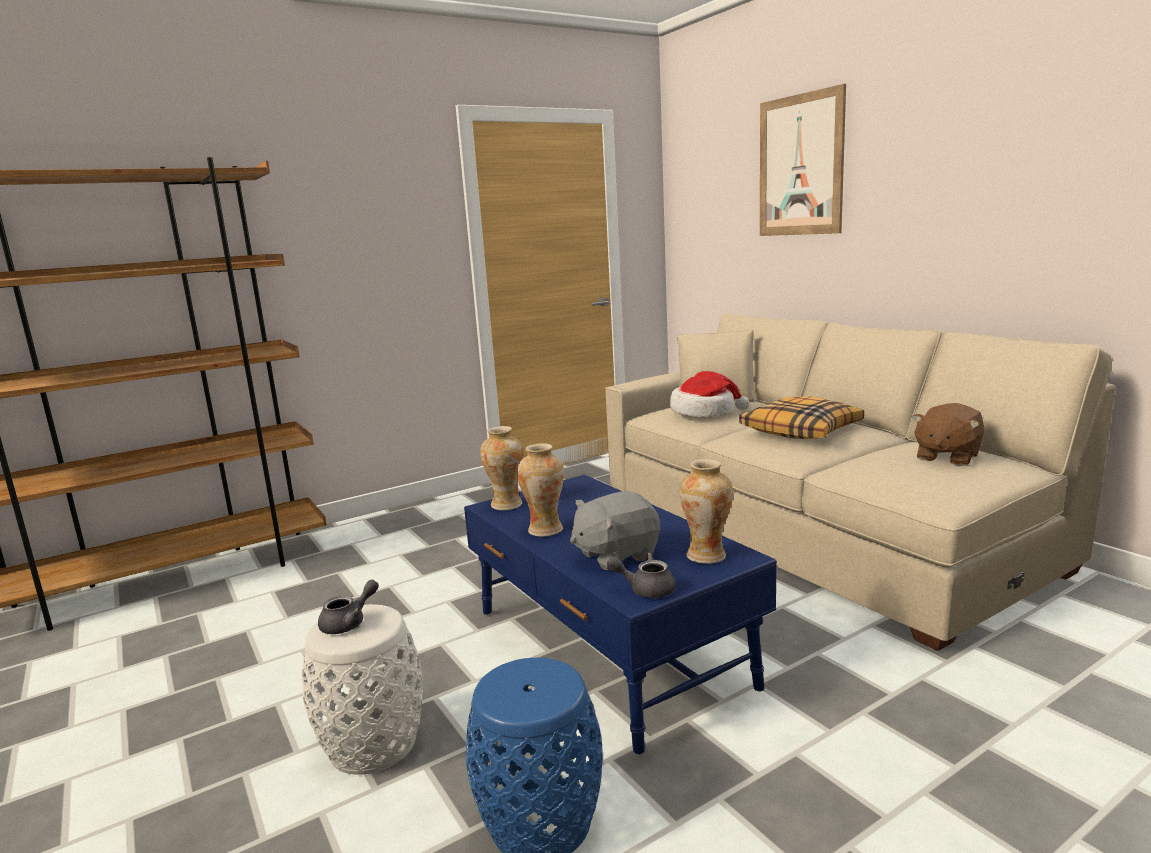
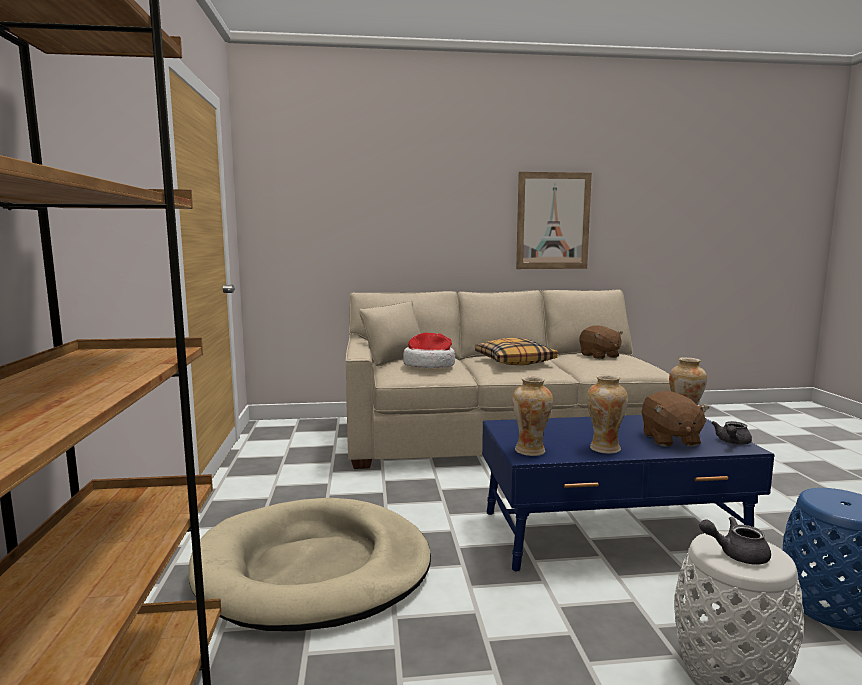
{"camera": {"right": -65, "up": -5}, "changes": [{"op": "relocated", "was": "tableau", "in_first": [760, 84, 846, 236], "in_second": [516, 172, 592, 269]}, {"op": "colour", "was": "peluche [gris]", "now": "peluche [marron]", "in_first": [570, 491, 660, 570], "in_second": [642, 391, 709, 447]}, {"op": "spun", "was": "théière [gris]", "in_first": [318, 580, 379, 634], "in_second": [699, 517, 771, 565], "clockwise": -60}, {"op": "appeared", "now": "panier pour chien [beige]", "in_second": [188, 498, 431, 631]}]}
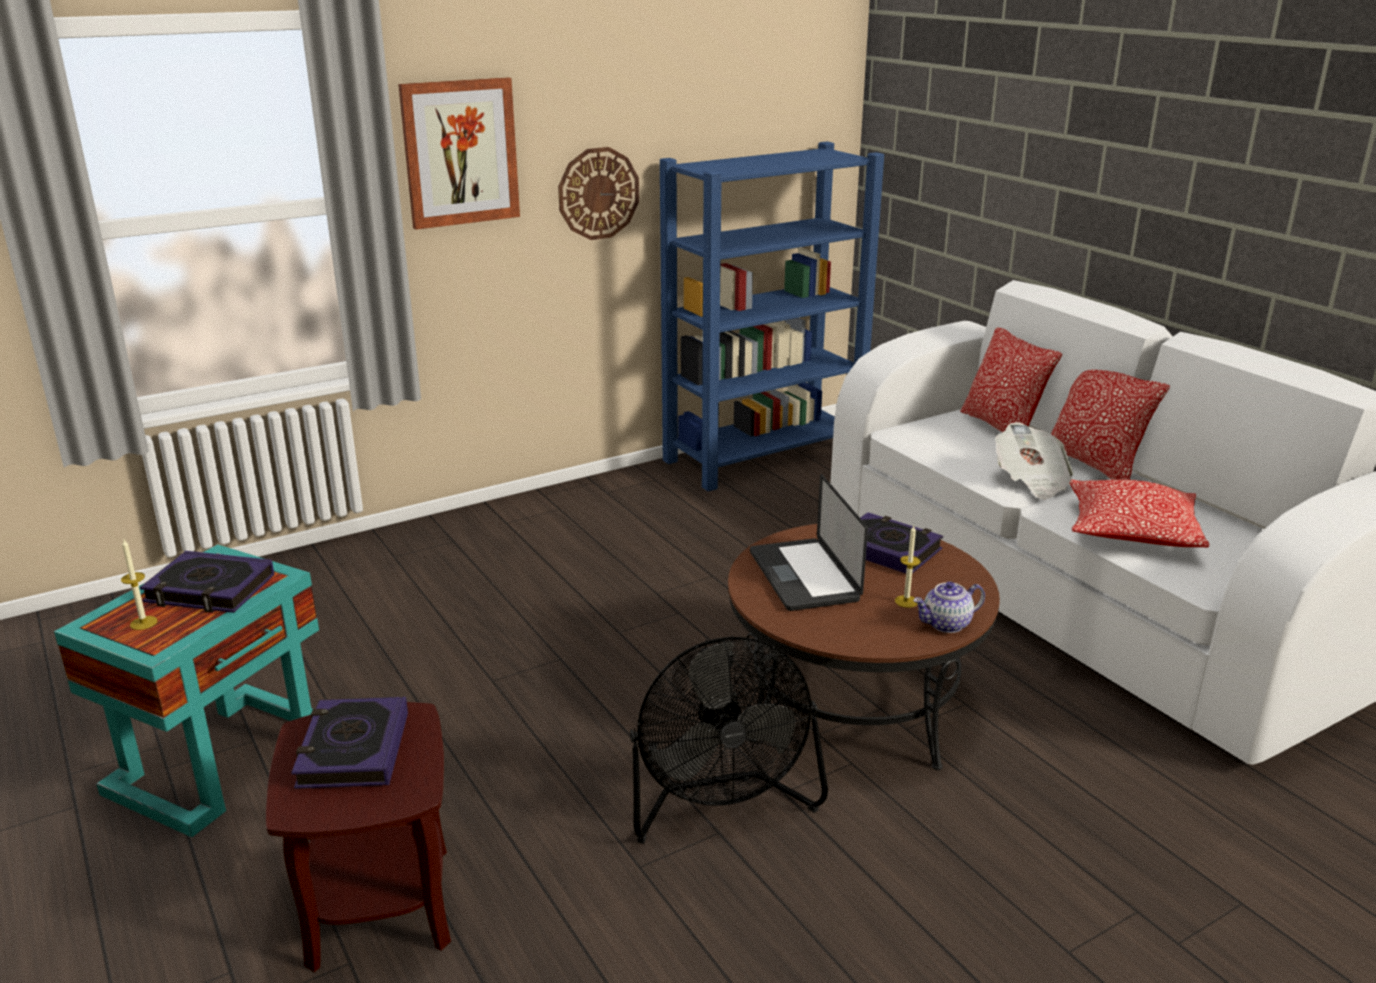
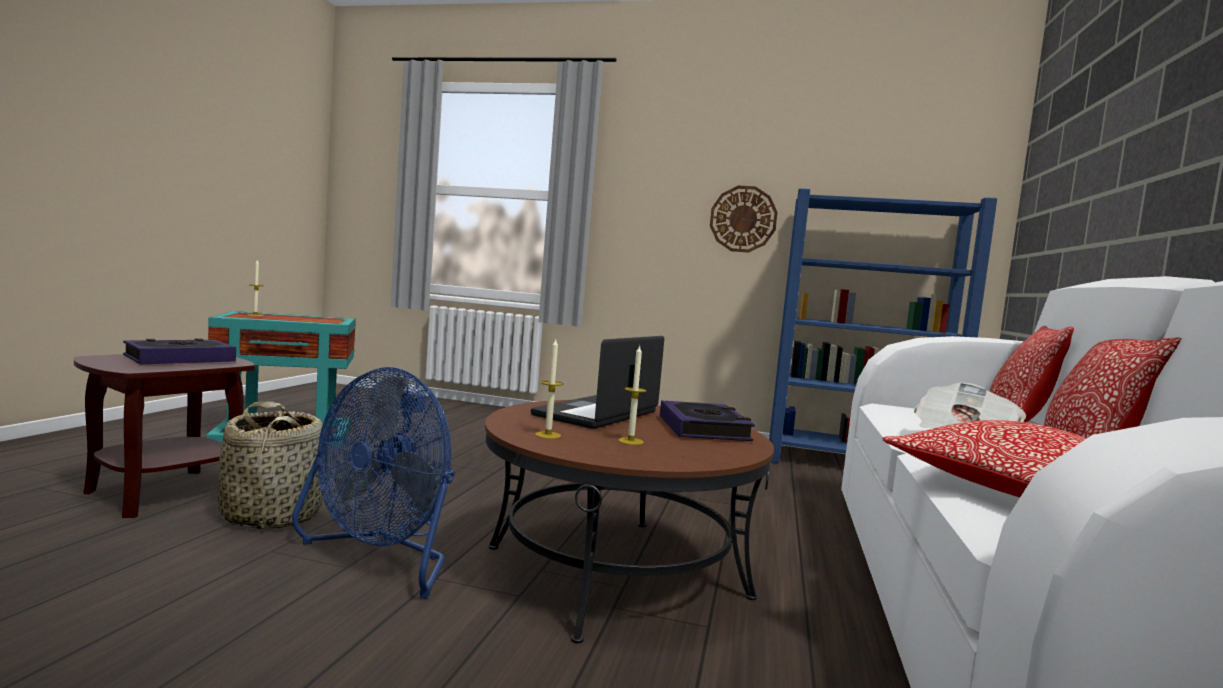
{"camera": {"right": 45, "up": -20}, "changes": [{"op": "missing", "was": "tableau", "in_first": [398, 77, 520, 230]}, {"op": "missing", "was": "livre", "in_first": [140, 551, 274, 613]}, {"op": "missing", "was": "théière", "in_first": [913, 581, 985, 633]}, {"op": "colour", "was": "ventilateur [noir]", "now": "ventilateur [bleu]", "in_first": [630, 635, 828, 844], "in_second": [292, 367, 455, 599]}, {"op": "appeared", "now": "bougie", "in_second": [535, 339, 563, 439]}, {"op": "appeared", "now": "panier", "in_second": [218, 401, 325, 529]}]}
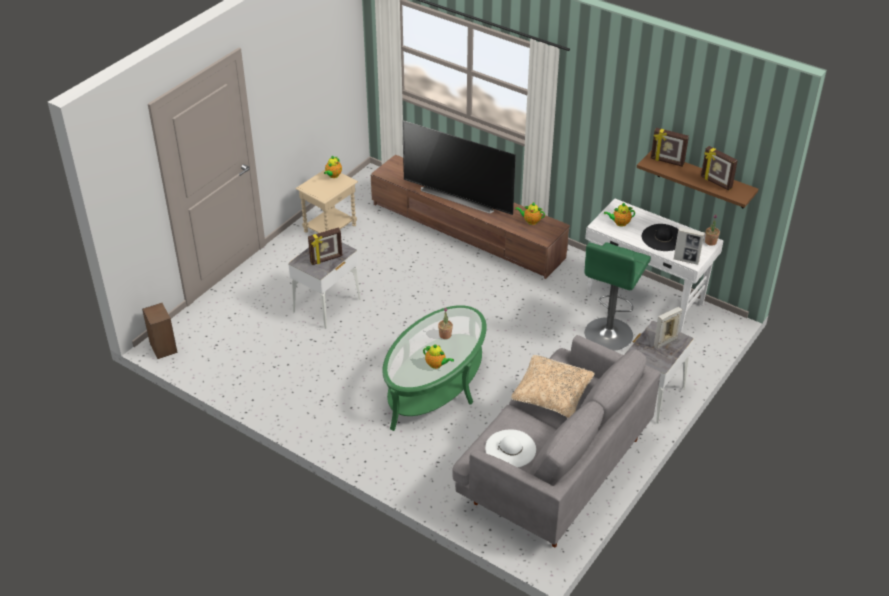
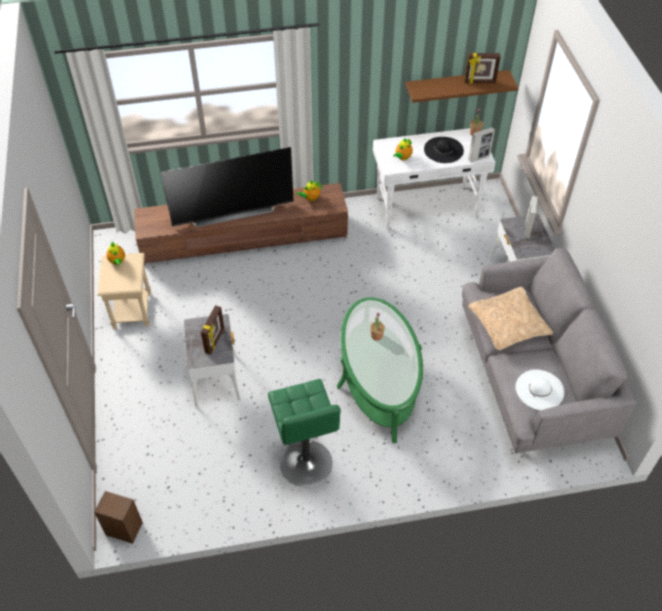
{"camera": {"right": -45, "up": 10}, "changes": [{"op": "missing", "was": "cadre photo", "in_first": [651, 128, 689, 167]}, {"op": "relocated", "was": "tabouret [vert]", "in_first": [584, 242, 651, 351], "in_second": [268, 379, 341, 487]}, {"op": "missing", "was": "théière", "in_first": [423, 344, 454, 369]}]}
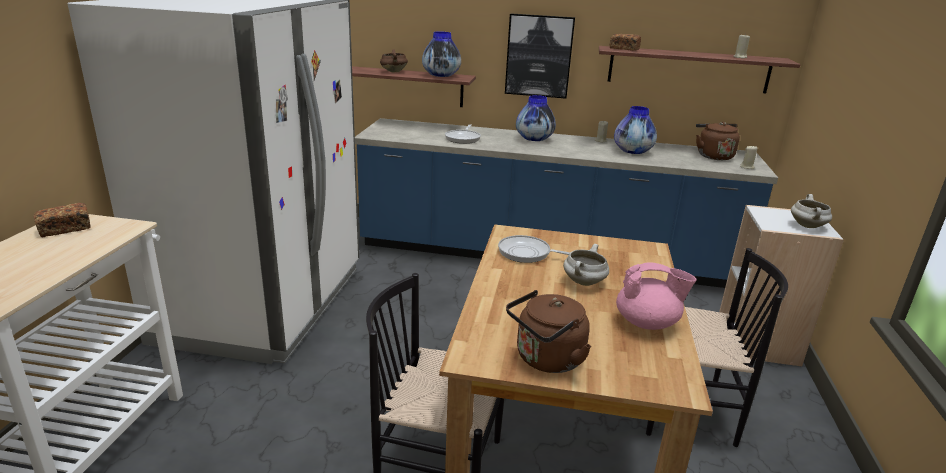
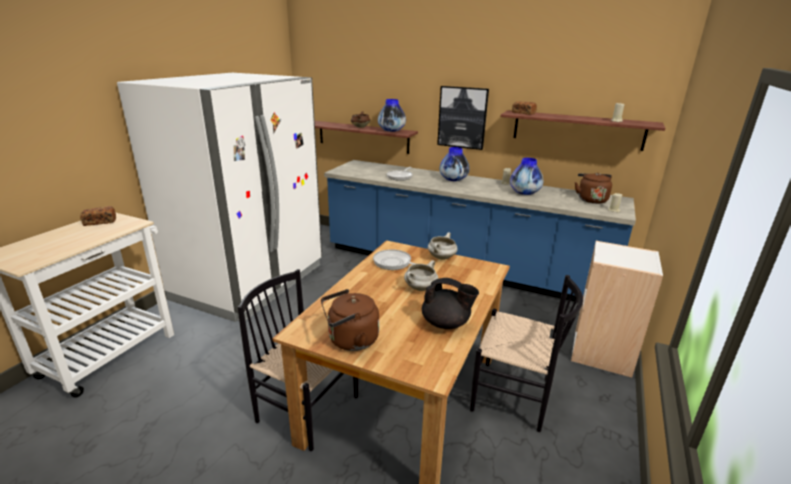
{"camera": {"right": 15, "up": 0}, "changes": [{"op": "relocated", "was": "marmite [blanc]", "in_first": [791, 194, 832, 228], "in_second": [428, 232, 458, 260]}, {"op": "colour", "was": "théière [rose]", "now": "théière [noir]", "in_first": [616, 263, 696, 330], "in_second": [422, 278, 479, 329]}]}
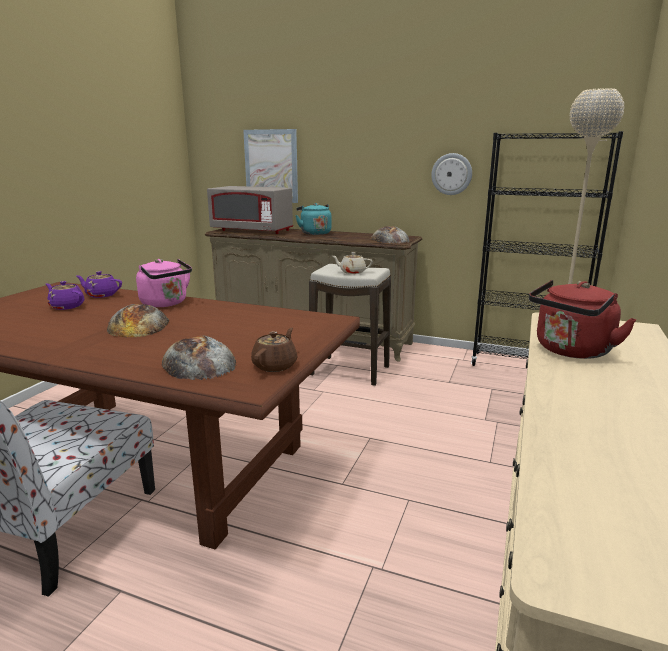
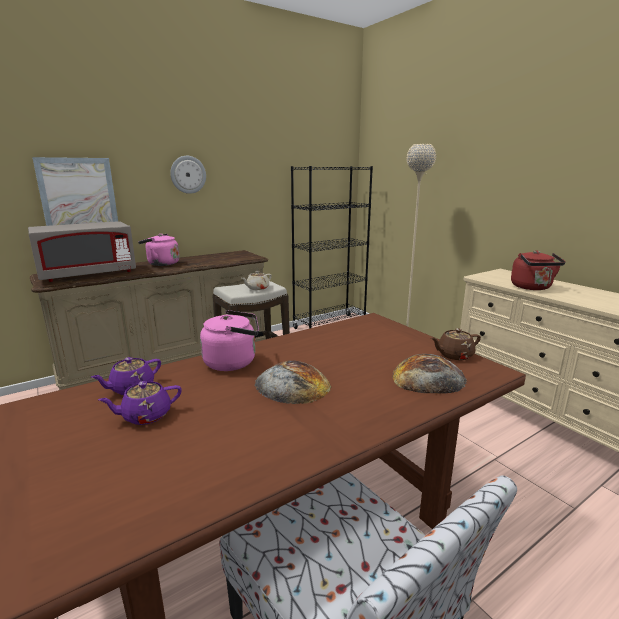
{"camera": {"right": -55, "up": 0}, "changes": [{"op": "relocated", "was": "horloge murale", "in_first": [431, 153, 472, 195], "in_second": [170, 156, 206, 194]}, {"op": "colour", "was": "bouilloire [turquoise]", "now": "bouilloire [rose]", "in_first": [295, 203, 332, 235], "in_second": [138, 234, 179, 266]}, {"op": "missing", "was": "pain", "in_first": [371, 226, 410, 244]}, {"op": "spun", "was": "théière [marron]", "in_first": [251, 328, 297, 372], "in_second": [431, 328, 481, 360], "clockwise": -75}]}
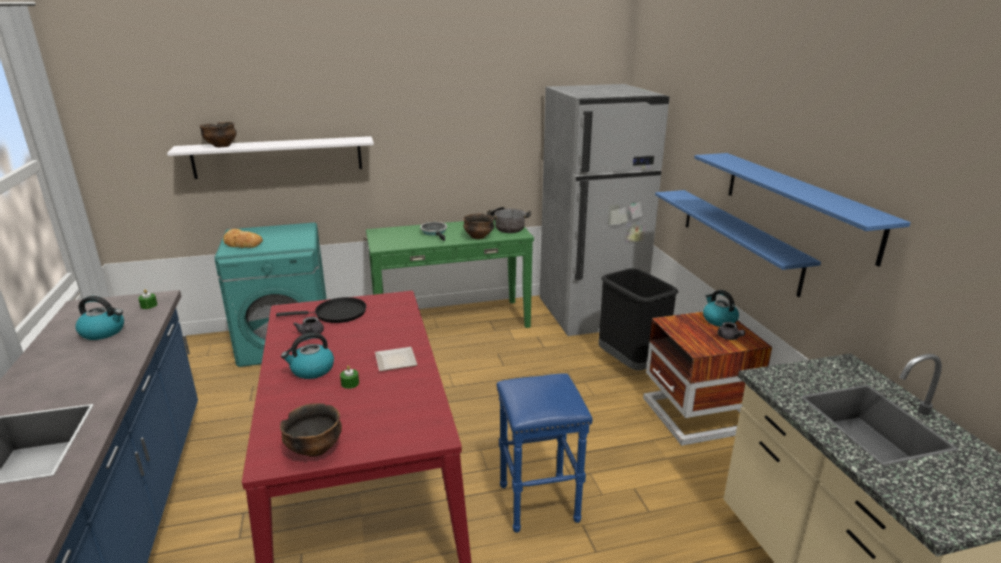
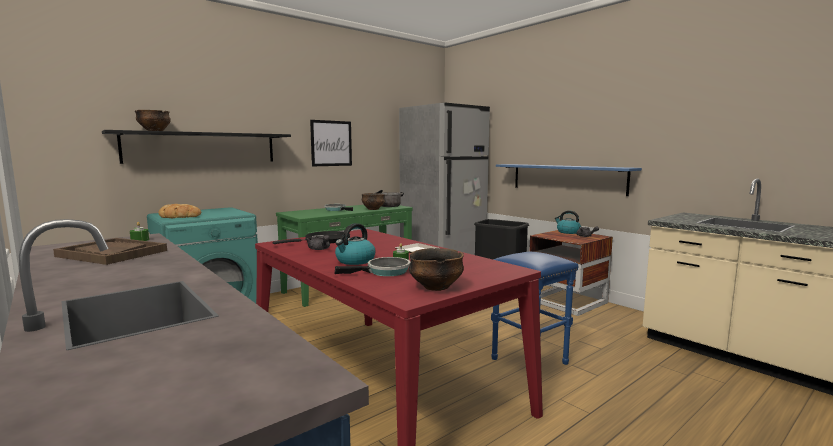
{"camera": {"right": -25, "up": -15}, "changes": [{"op": "colour", "was": "étagère [blanc]", "now": "étagère [noir]", "in_first": [167, 136, 374, 179], "in_second": [102, 130, 291, 164]}, {"op": "missing", "was": "étagère [bleu]", "in_first": [694, 153, 911, 267]}, {"op": "exchanged", "was": "bouilloire", "now": "plateau [marron]", "in_first": [76, 296, 124, 340], "in_second": [53, 238, 167, 265]}, {"op": "appeared", "now": "tableau", "in_second": [310, 120, 352, 166]}, {"op": "appeared", "now": "poêle", "in_second": [334, 257, 410, 276]}]}
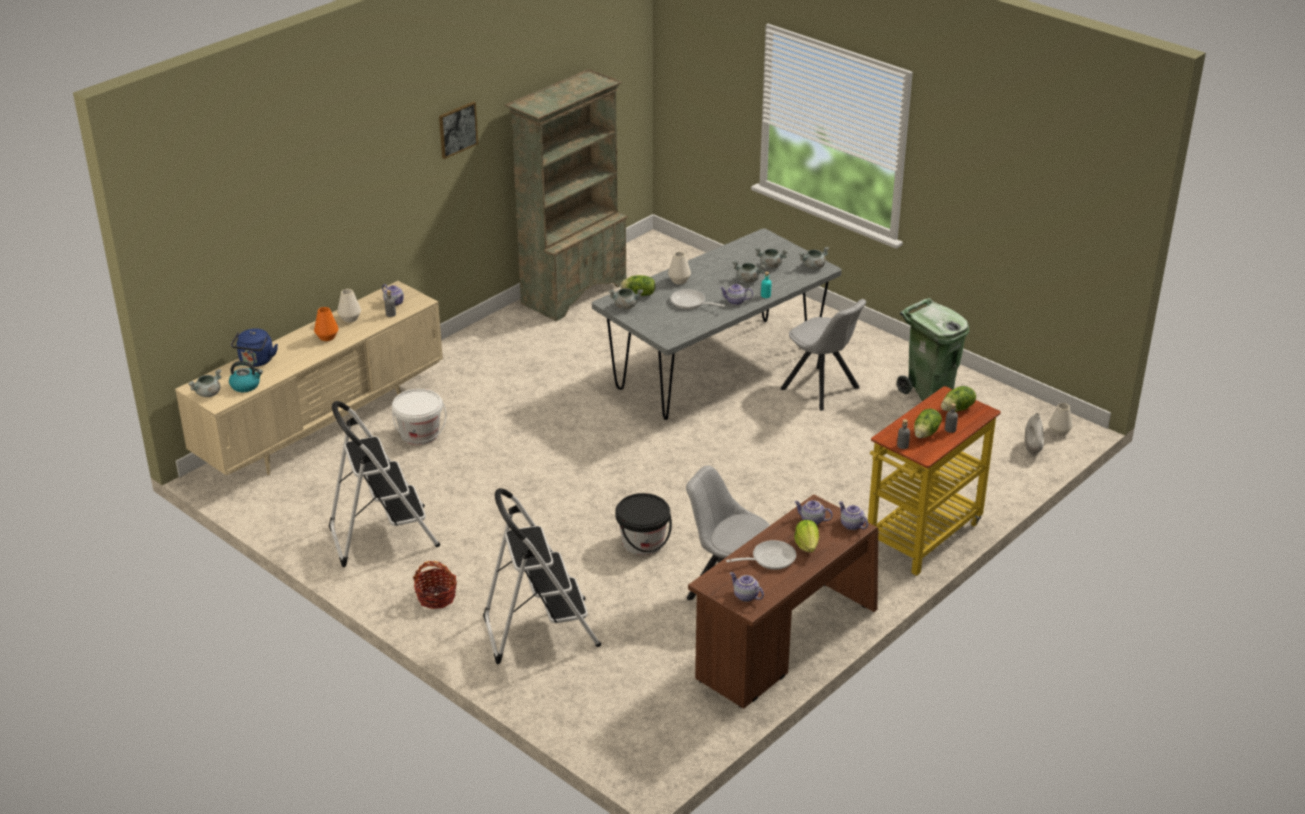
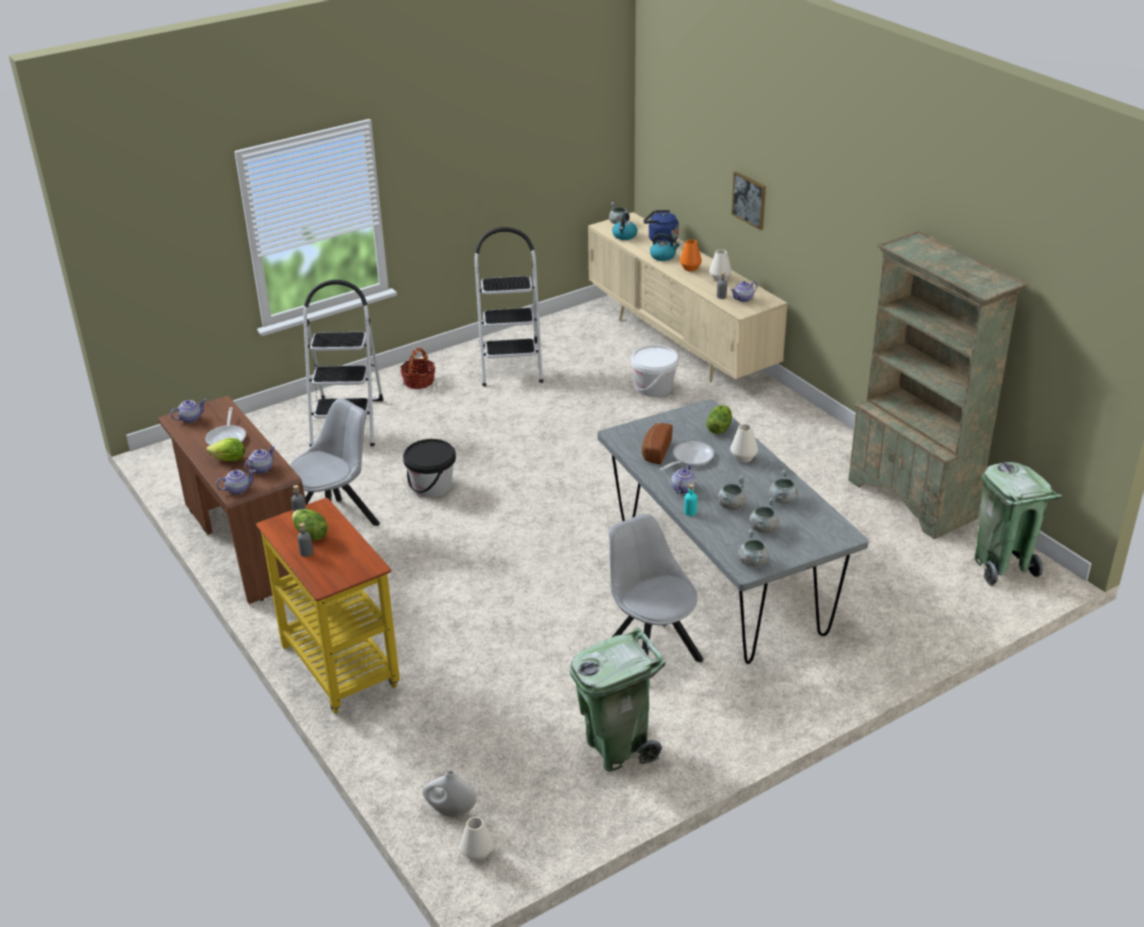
{"camera": {"right": 105, "up": 0}, "changes": [{"op": "relocated", "was": "tableau", "in_first": [439, 101, 478, 159], "in_second": [732, 171, 766, 230]}, {"op": "relocated", "was": "marmite [gris]", "in_first": [609, 288, 643, 309], "in_second": [769, 469, 798, 504]}, {"op": "spun", "was": "chaise [gris]", "in_first": [781, 299, 866, 410], "in_second": [609, 514, 703, 662], "clockwise": 90}, {"op": "missing", "was": "laitue", "in_first": [941, 386, 976, 412]}, {"op": "appeared", "now": "bouilloire", "in_second": [650, 233, 680, 261]}, {"op": "appeared", "now": "pain", "in_second": [642, 423, 672, 464]}, {"op": "appeared", "now": "poubelle [vert]", "in_second": [974, 462, 1063, 587]}]}
